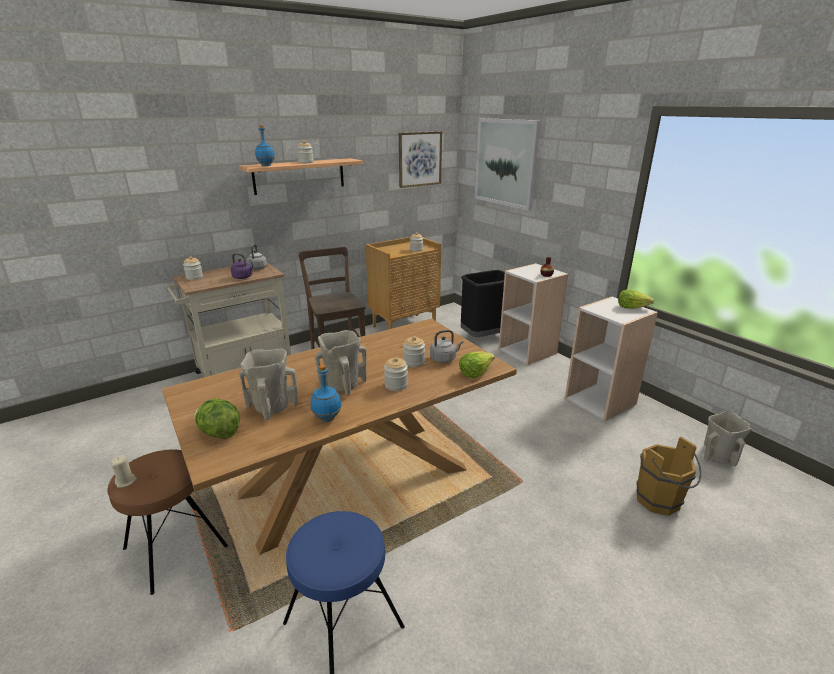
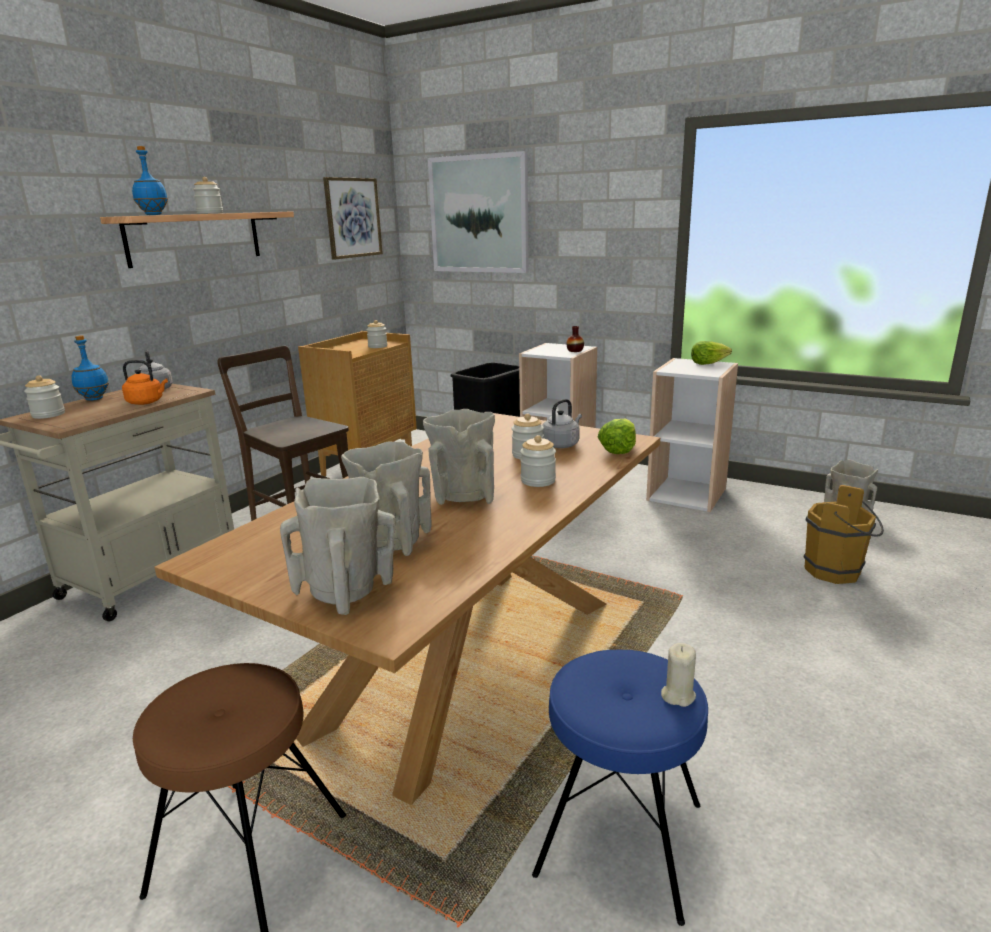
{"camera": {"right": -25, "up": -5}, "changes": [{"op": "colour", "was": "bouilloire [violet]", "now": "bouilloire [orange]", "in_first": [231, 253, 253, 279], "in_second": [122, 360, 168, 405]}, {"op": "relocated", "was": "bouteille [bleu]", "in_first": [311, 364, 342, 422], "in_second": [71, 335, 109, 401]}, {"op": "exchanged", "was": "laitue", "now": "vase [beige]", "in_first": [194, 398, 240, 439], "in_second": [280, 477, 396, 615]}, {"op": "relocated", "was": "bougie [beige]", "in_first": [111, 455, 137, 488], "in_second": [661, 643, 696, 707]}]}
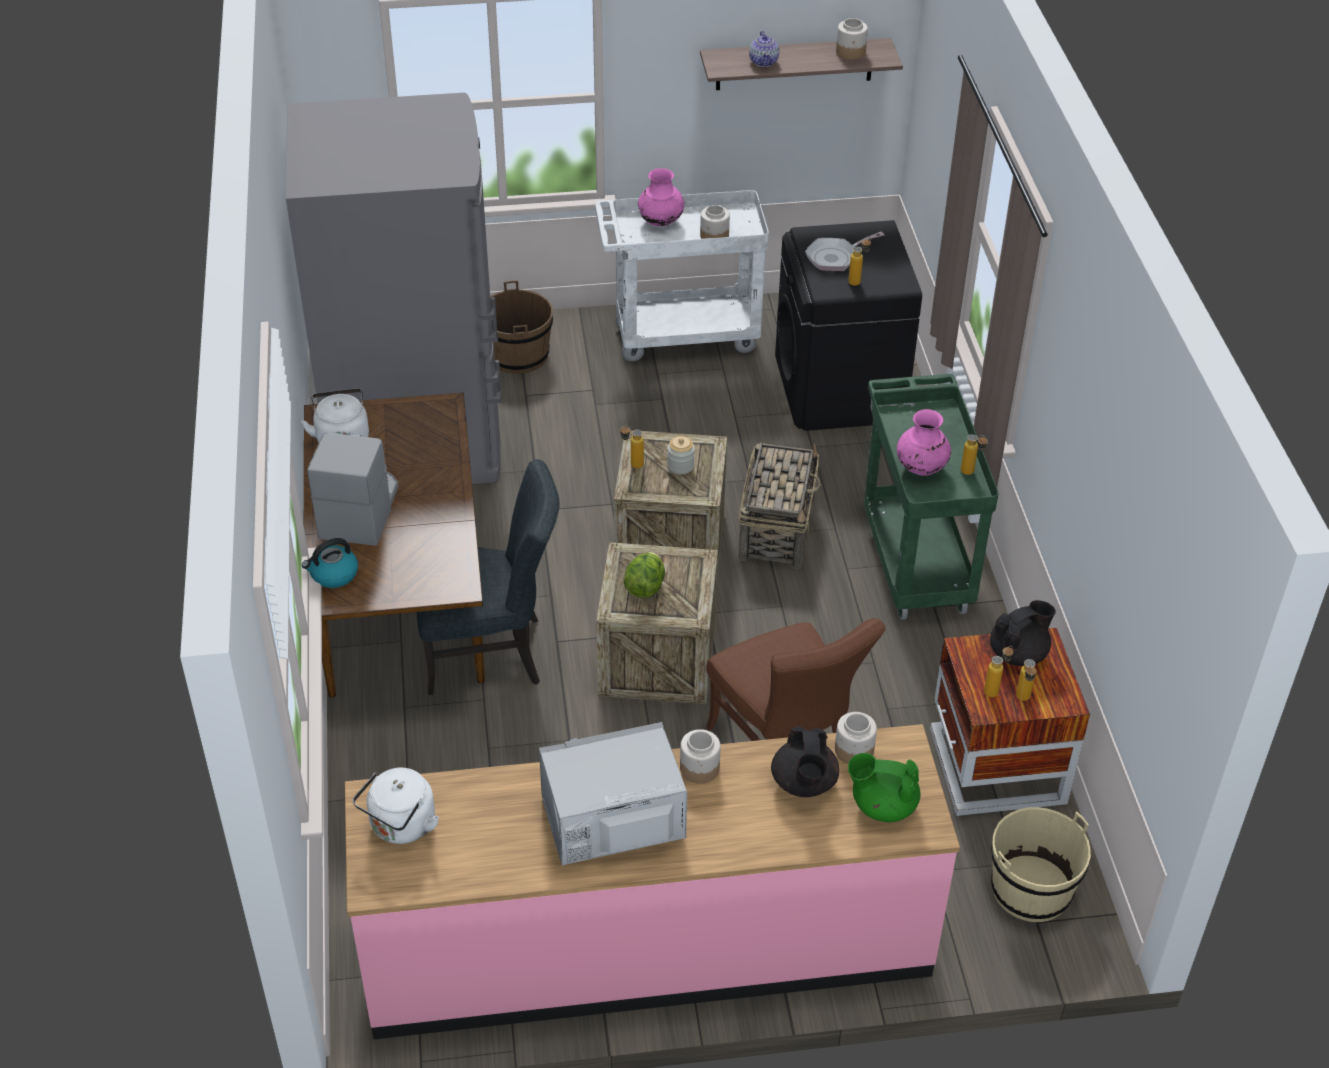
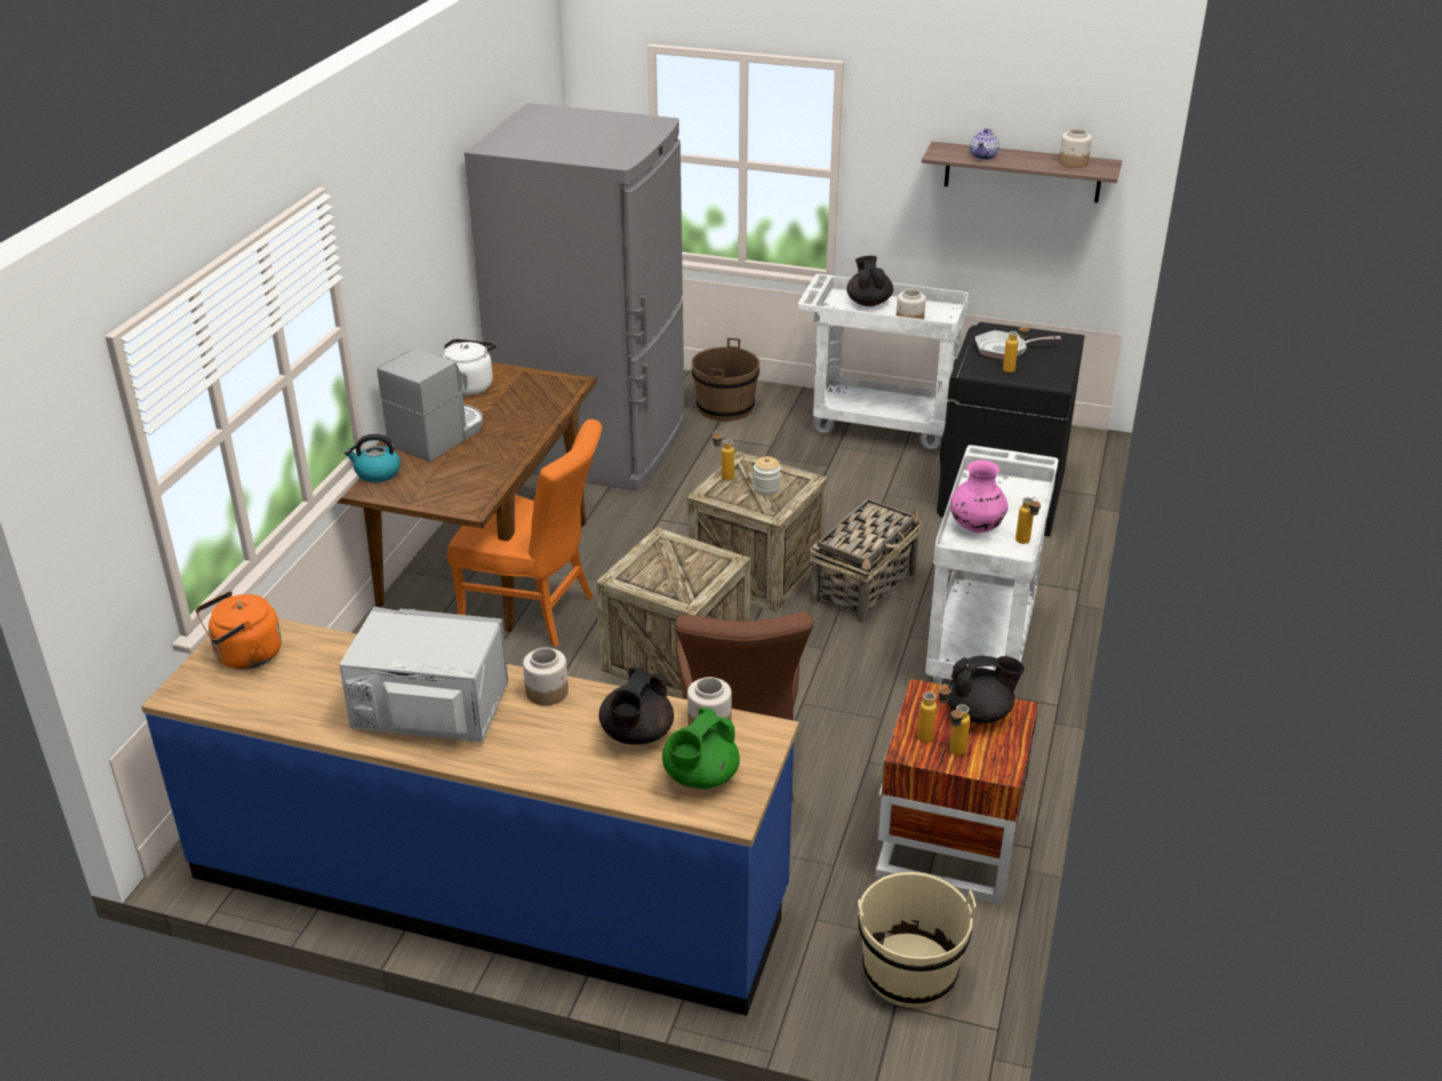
{"camera": {"right": 25, "up": -10}, "changes": [{"op": "exchanged", "was": "vase [rose]", "now": "théière [noir]", "in_first": [638, 168, 684, 226], "in_second": [847, 256, 893, 306]}, {"op": "colour", "was": "chariot [vert]", "now": "chariot [blanc]", "in_first": [864, 374, 998, 620], "in_second": [925, 445, 1058, 684]}, {"op": "colour", "was": "chaise [gris]", "now": "chaise [orange]", "in_first": [417, 459, 559, 695], "in_second": [447, 419, 602, 647]}, {"op": "missing", "was": "laitue", "in_first": [624, 552, 665, 598]}, {"op": "colour", "was": "comptoir de cuisine [rose]", "now": "comptoir de cuisine [bleu]", "in_first": [345, 724, 960, 1039], "in_second": [141, 619, 799, 1016]}, {"op": "spun", "was": "théière [vert]", "in_first": [848, 753, 920, 822], "in_second": [662, 707, 740, 789], "clockwise": -90}, {"op": "colour", "was": "bouilloire [blanc]", "now": "bouilloire [orange]", "in_first": [353, 768, 439, 844], "in_second": [195, 591, 282, 669]}]}
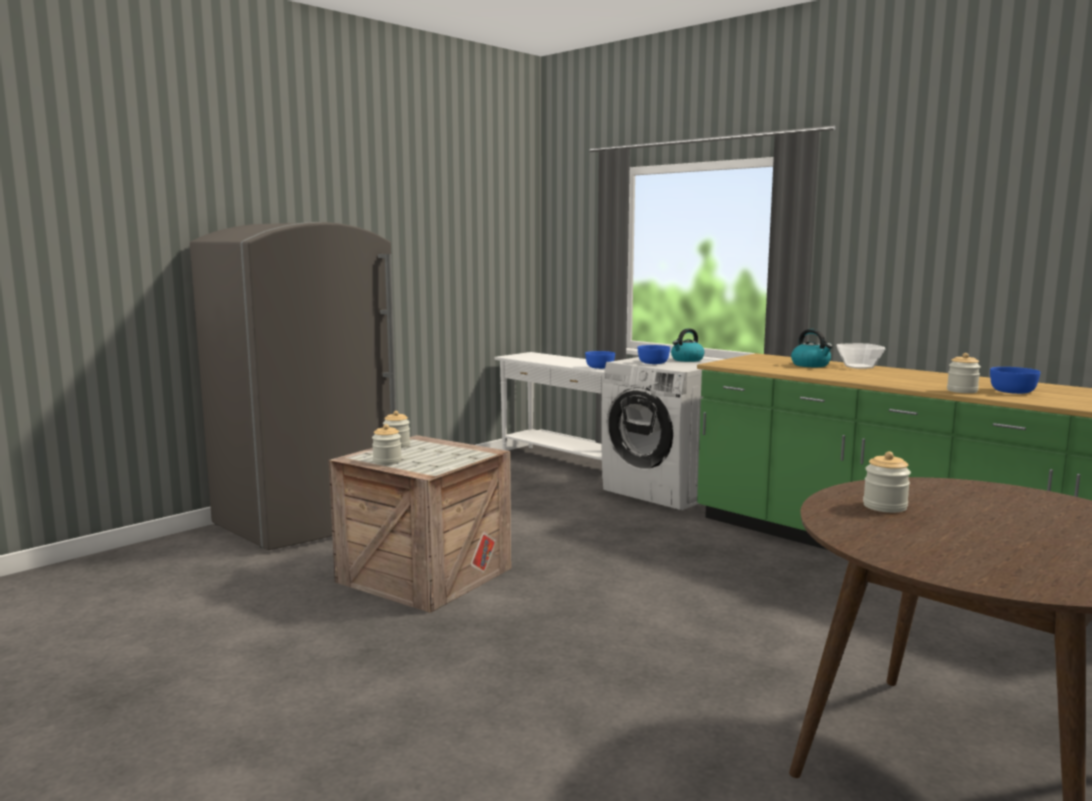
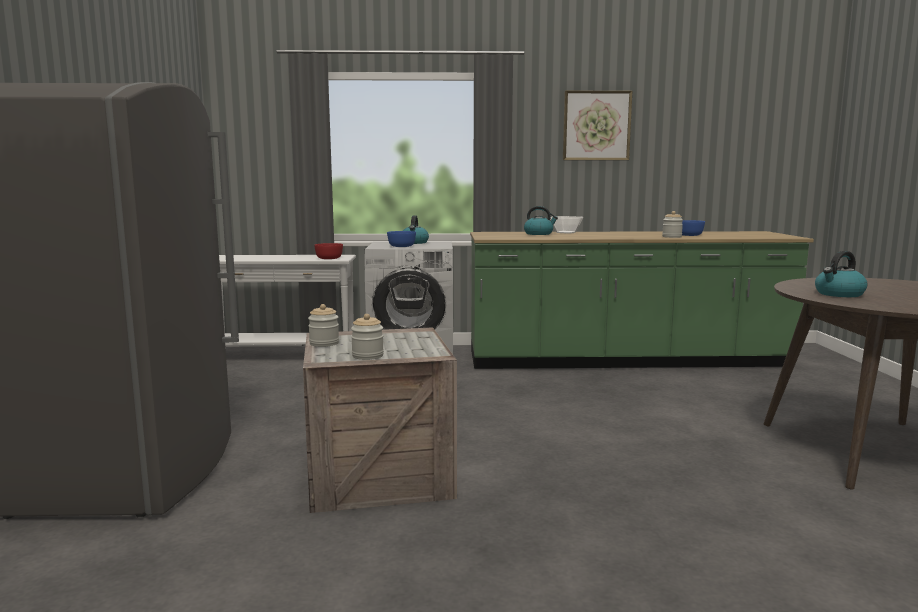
{"camera": {"right": -45, "up": 0}, "changes": [{"op": "colour", "was": "bol [bleu]", "now": "bol [rouge]", "in_first": [585, 351, 615, 369], "in_second": [314, 243, 343, 259]}, {"op": "exchanged", "was": "bocal", "now": "bouilloire", "in_first": [863, 452, 911, 513], "in_second": [815, 251, 868, 297]}, {"op": "appeared", "now": "tableau", "in_second": [563, 91, 632, 160]}]}
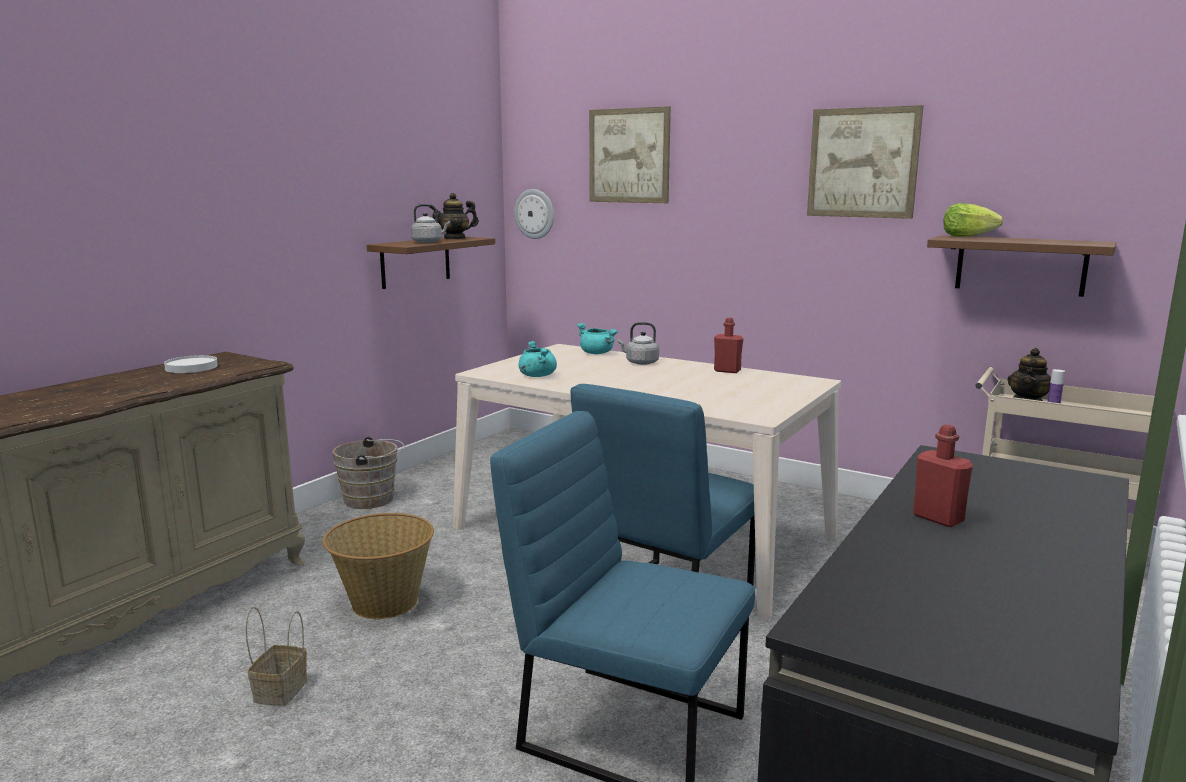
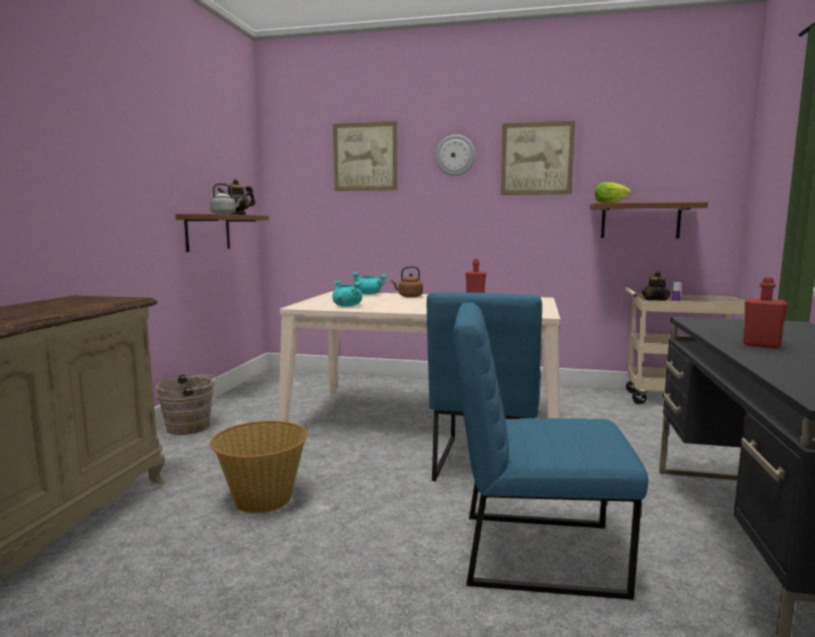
{"camera": {"right": -20, "up": -5}, "changes": [{"op": "relocated", "was": "horloge murale", "in_first": [514, 189, 554, 239], "in_second": [435, 134, 475, 176]}, {"op": "colour", "was": "bouilloire [gris]", "now": "bouilloire [marron]", "in_first": [618, 322, 659, 365], "in_second": [391, 266, 423, 298]}, {"op": "missing", "was": "assiette [blanc]", "in_first": [164, 355, 218, 373]}, {"op": "missing", "was": "panier", "in_first": [246, 606, 307, 706]}]}
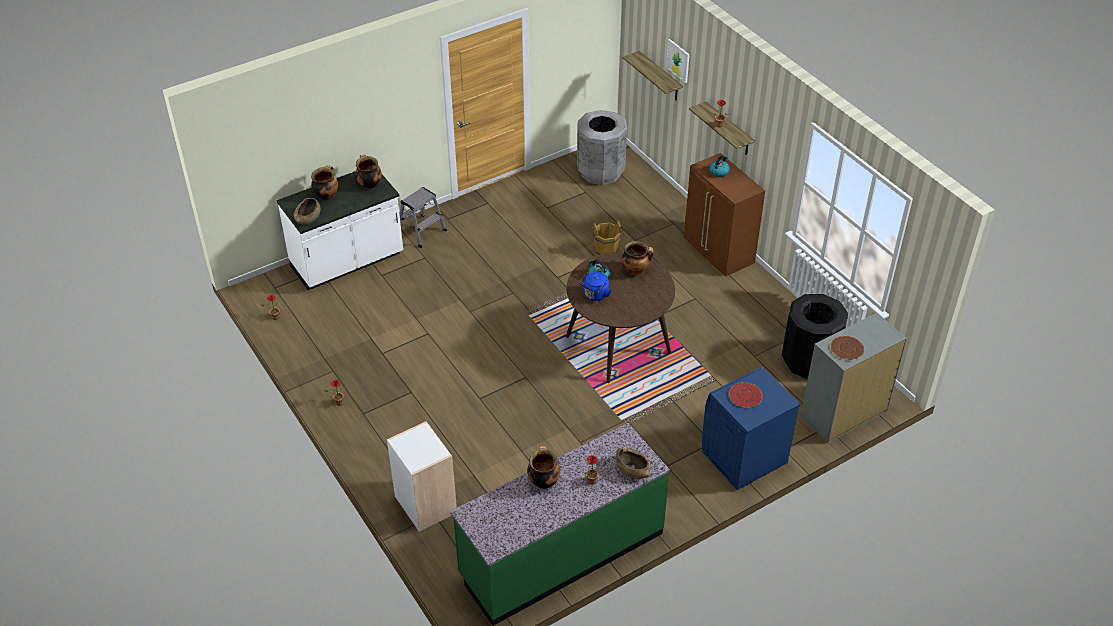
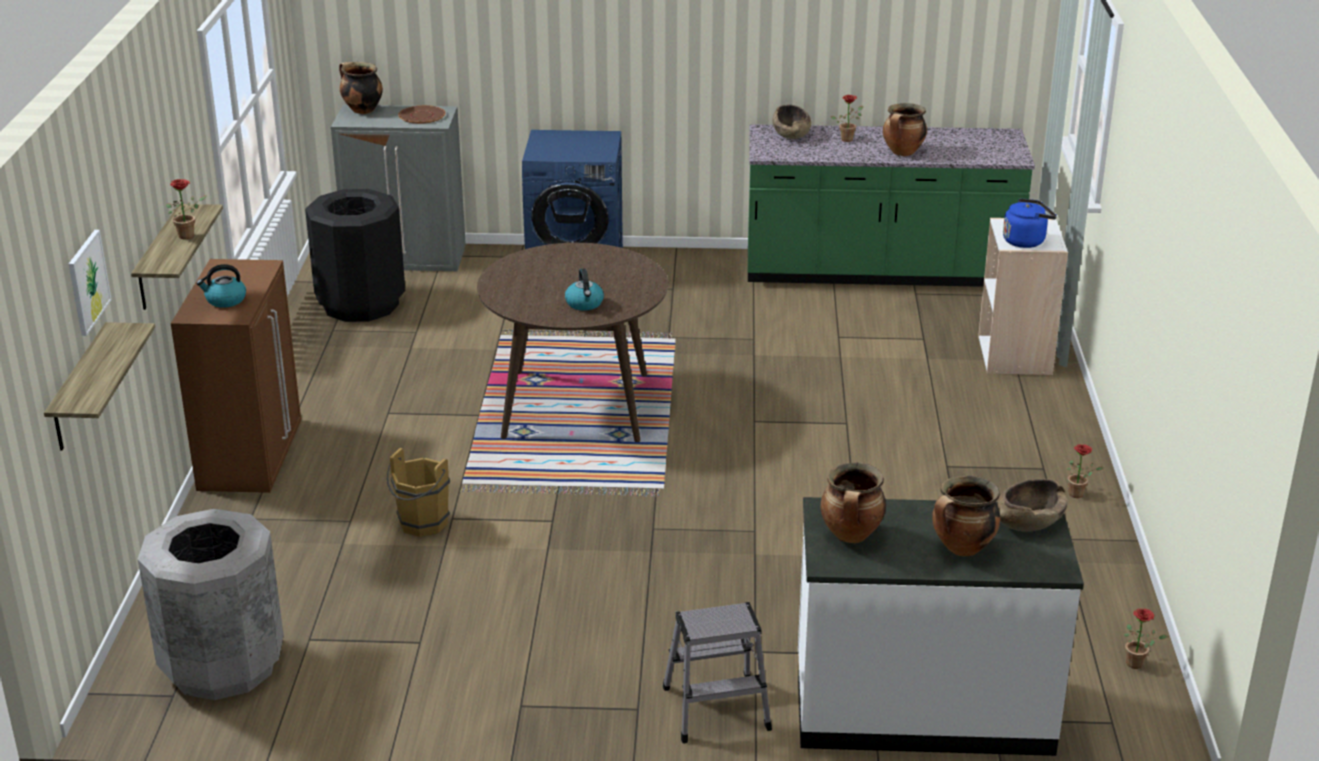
{"camera": {"right": -145, "up": -15}, "changes": [{"op": "relocated", "was": "marmite", "in_first": [622, 241, 654, 275], "in_second": [339, 62, 383, 114]}, {"op": "relocated", "was": "bouilloire [bleu]", "in_first": [579, 272, 612, 301], "in_second": [1003, 198, 1057, 248]}, {"op": "missing", "was": "assiette [rouge]", "in_first": [729, 382, 763, 408]}]}
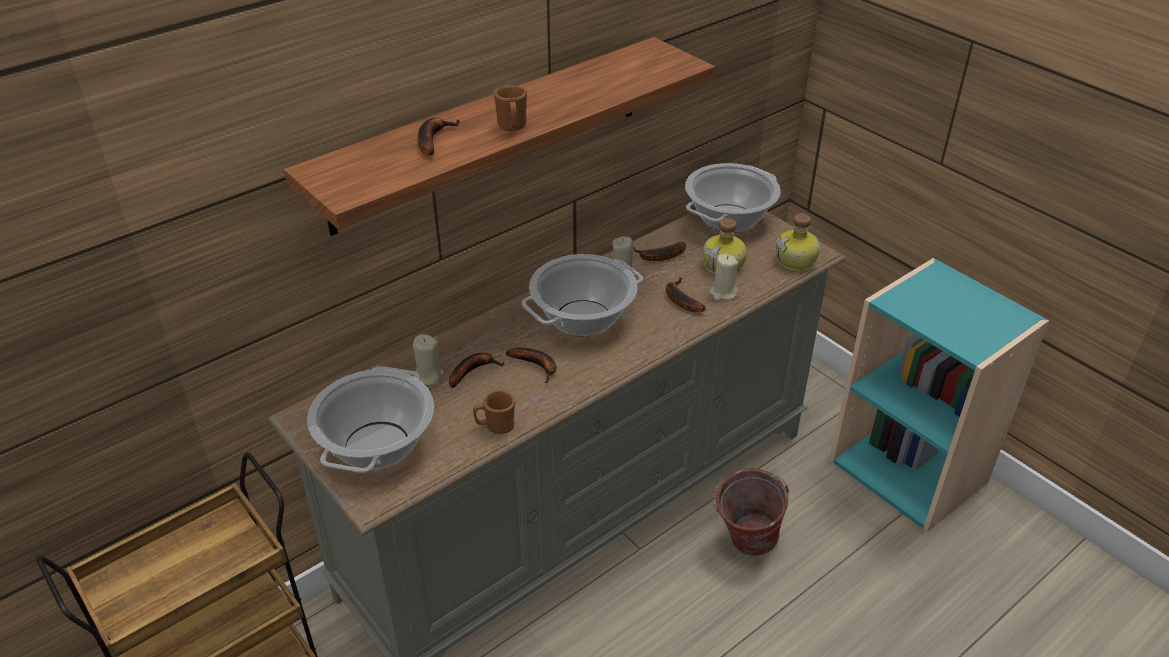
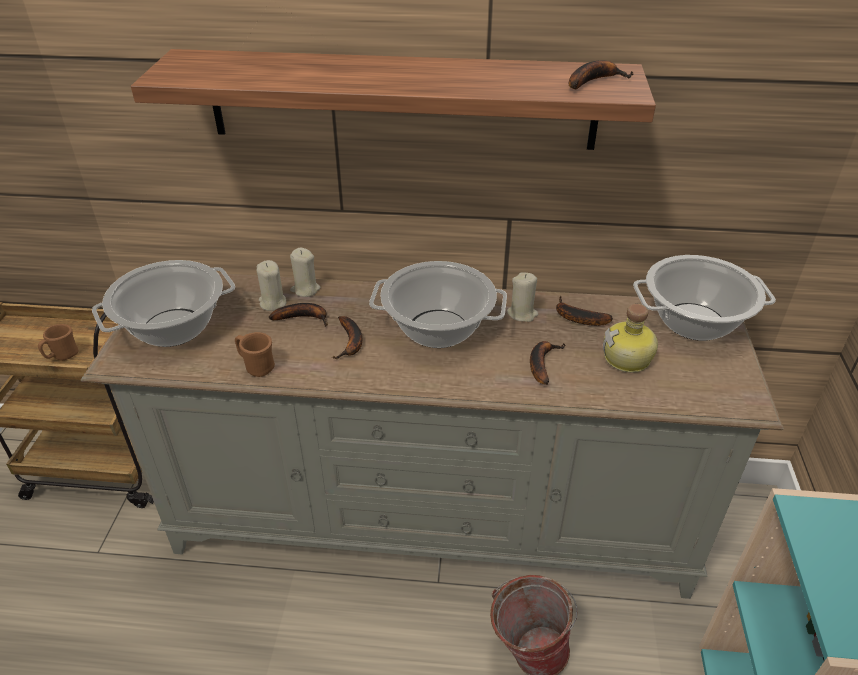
{"camera": {"right": 45, "up": 0}, "changes": [{"op": "relocated", "was": "mug [marron]", "in_first": [494, 85, 527, 131], "in_second": [38, 324, 79, 360]}, {"op": "relocated", "was": "banane", "in_first": [418, 118, 460, 155], "in_second": [569, 60, 633, 89]}, {"op": "missing", "was": "bouteille", "in_first": [776, 213, 820, 271]}, {"op": "relocated", "was": "bougie [beige]", "in_first": [710, 254, 738, 300], "in_second": [290, 248, 321, 297]}]}
